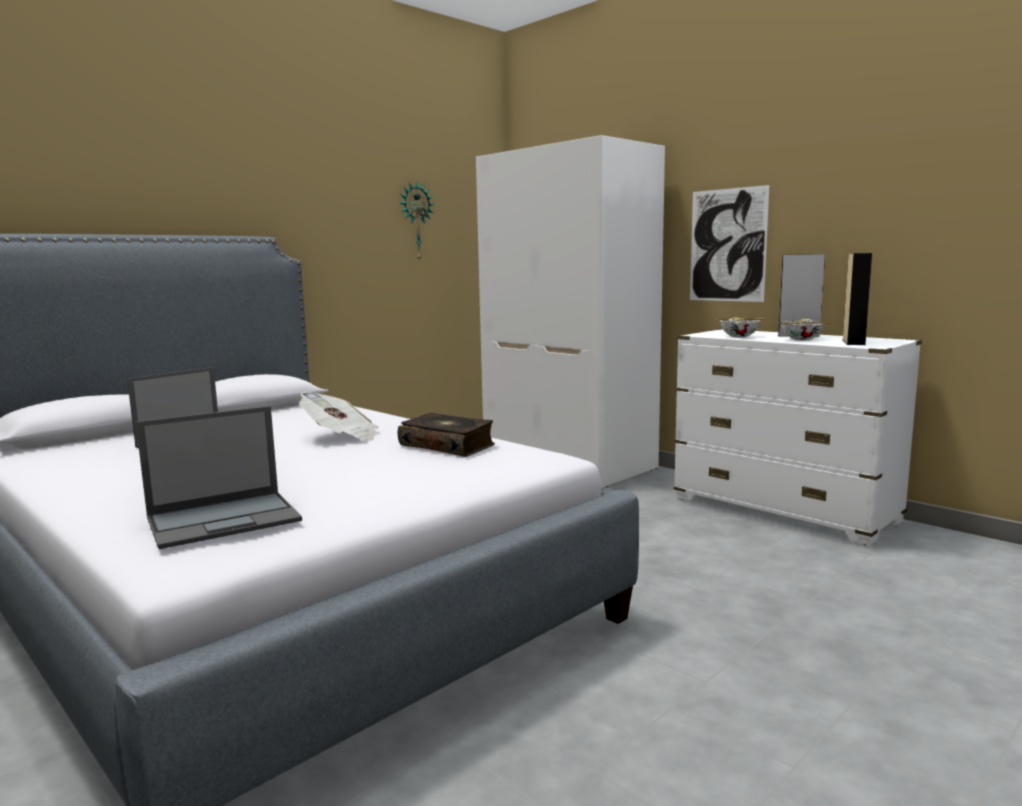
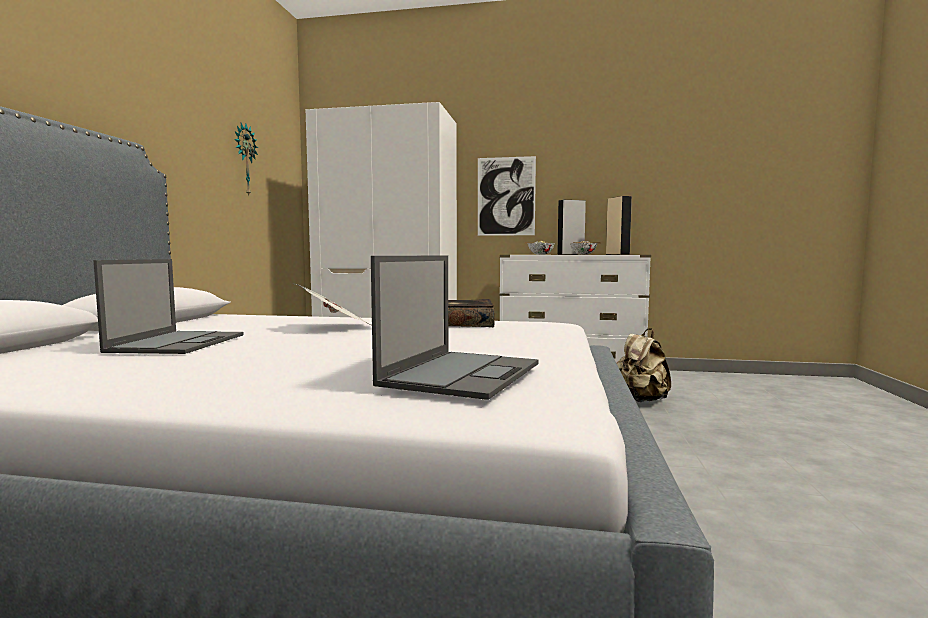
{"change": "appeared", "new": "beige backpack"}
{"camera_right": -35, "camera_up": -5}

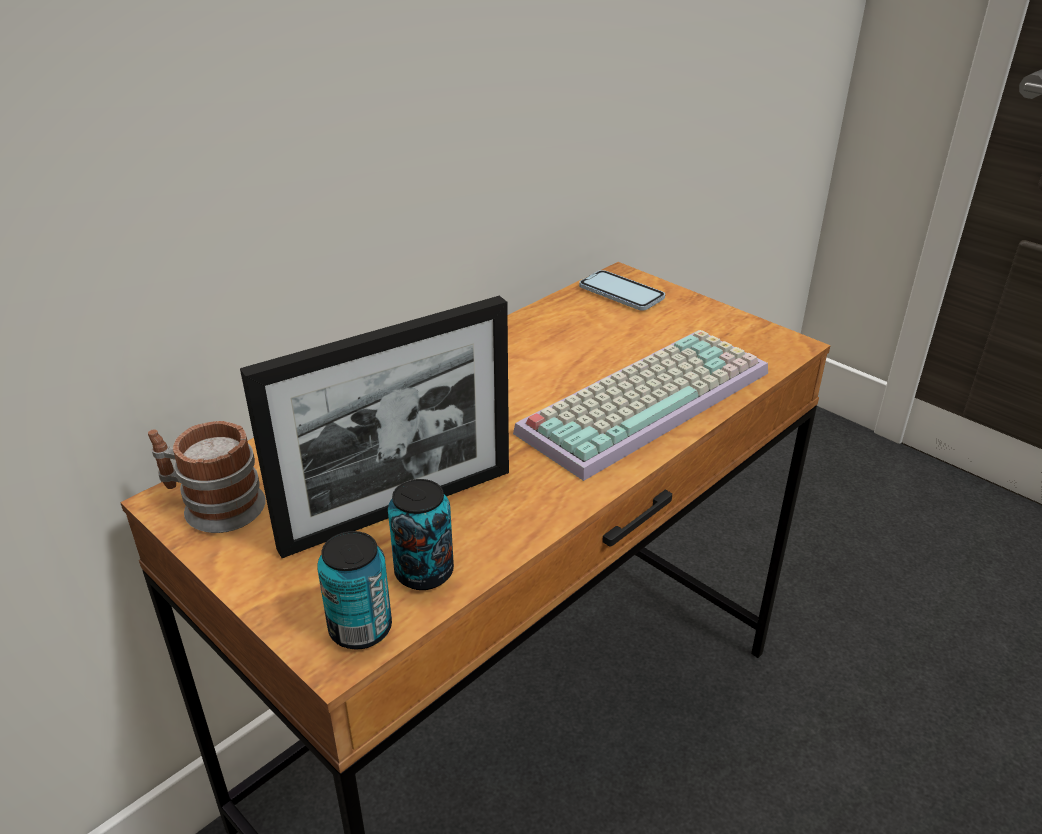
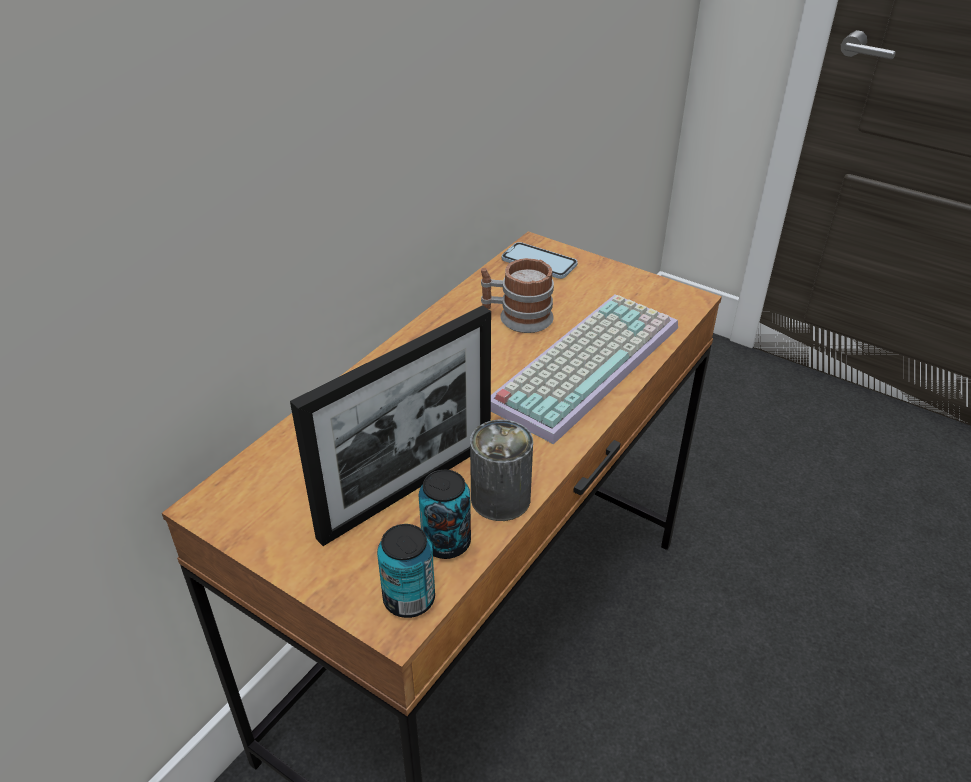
{"change": "appeared", "new": "can (no. 3 from left)"}
{"change": "relocated", "old": "mug"}
{"camera_right": -10, "camera_up": 5}

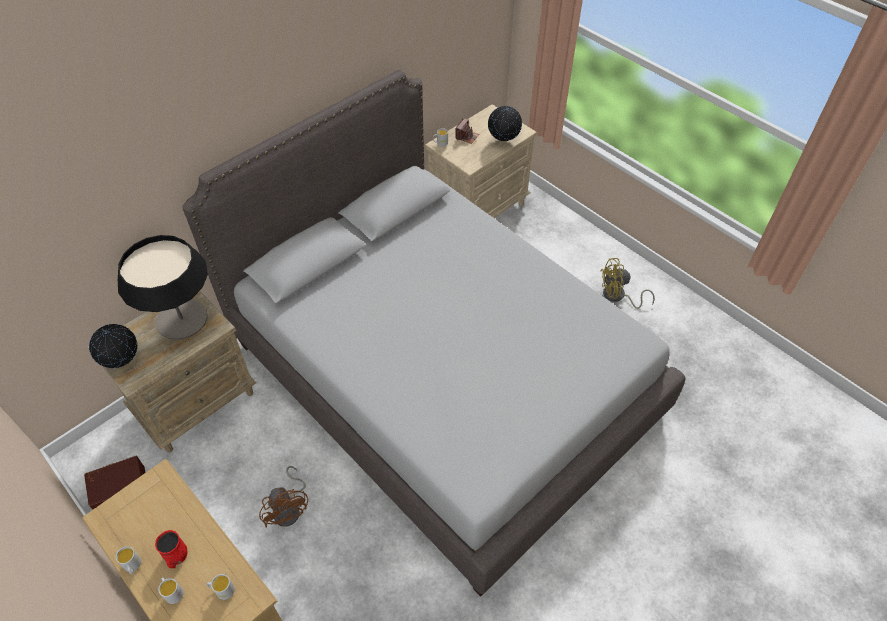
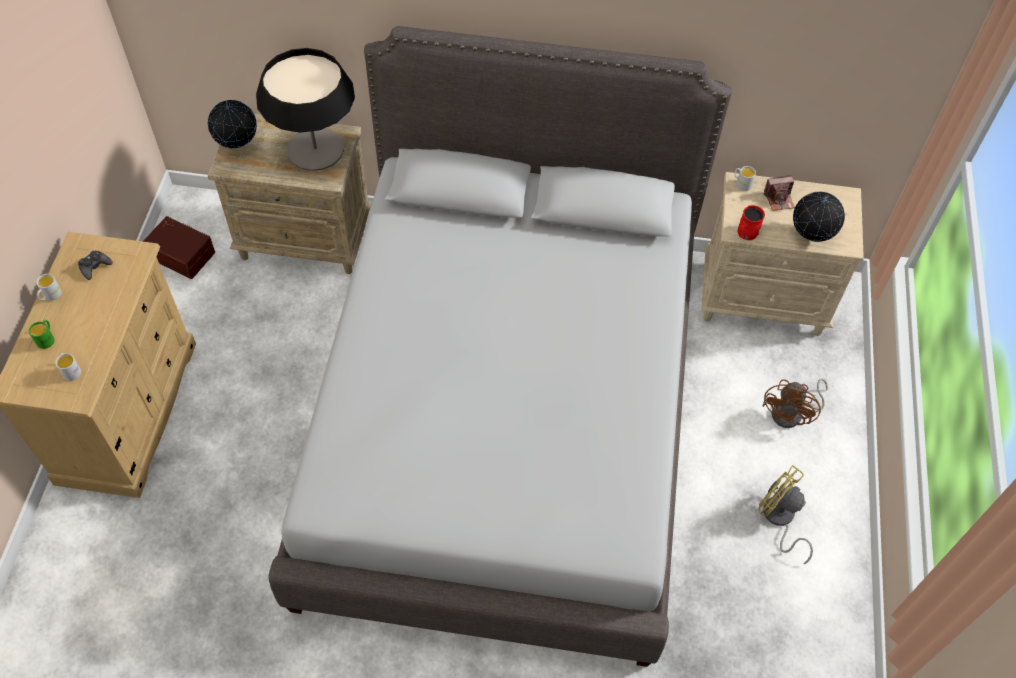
{"change": "colour", "old": "white mug (no. 2 from left)", "new": "green mug"}
{"change": "appeared", "new": "black game controller"}
{"change": "relocated", "old": "red mug"}
{"change": "relocated", "old": "brown fan"}
{"camera_right": 50, "camera_up": 5}

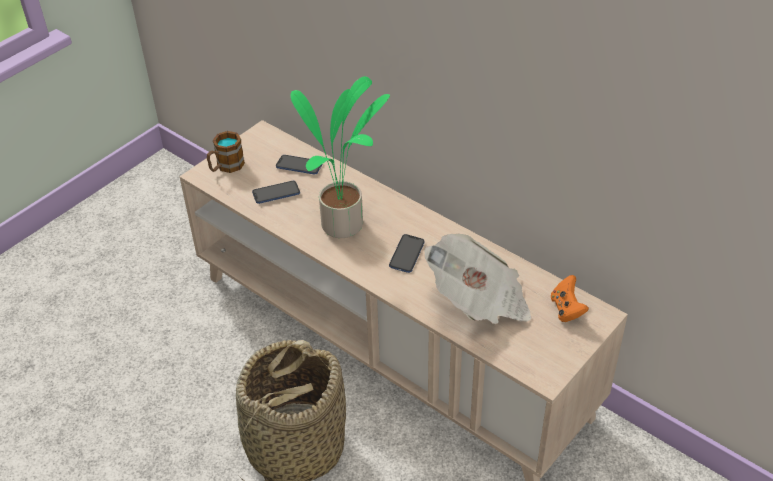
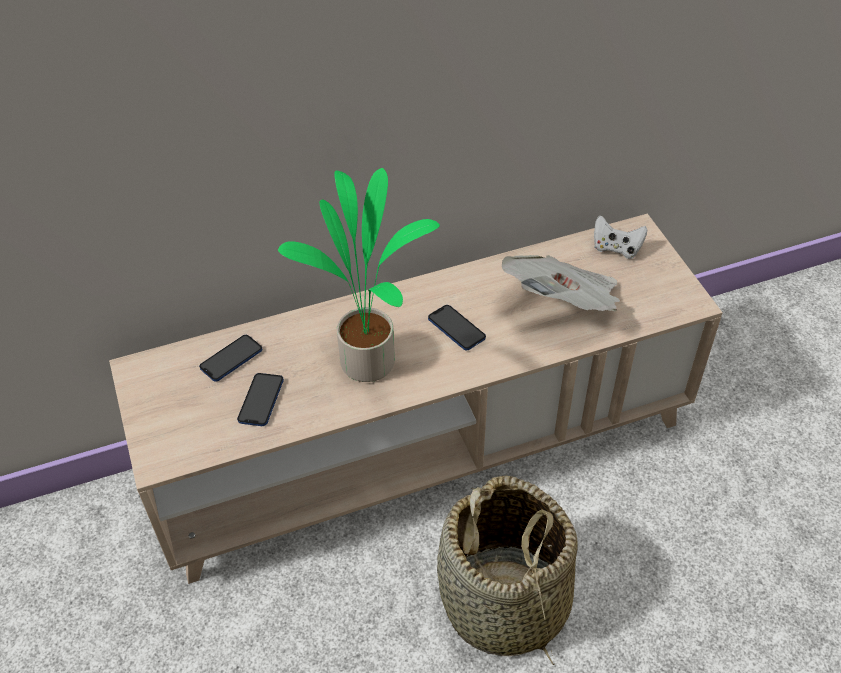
{"change": "colour", "old": "orange game controller", "new": "white game controller"}
{"change": "missing", "old": "mug"}
{"camera_right": -60, "camera_up": 5}

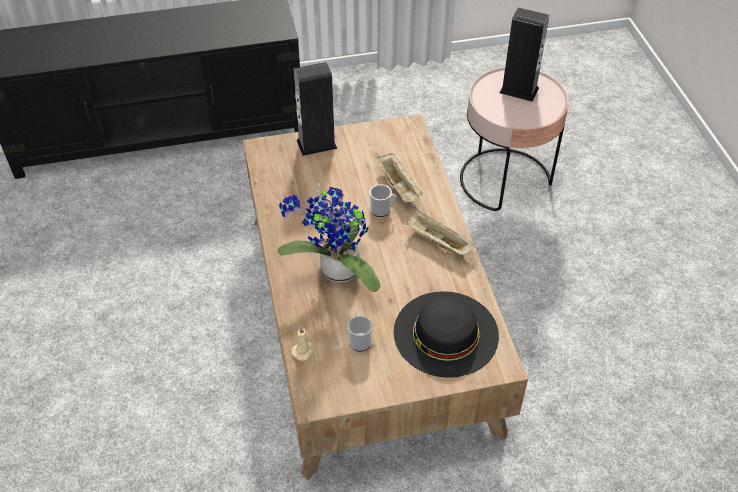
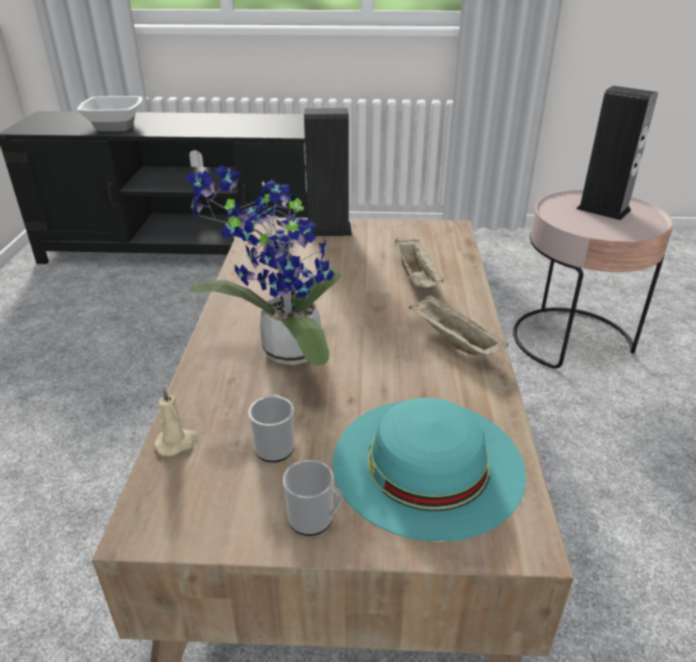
{"change": "appeared", "new": "bowl"}
{"change": "relocated", "old": "mug (no. 2 from left)"}
{"change": "colour", "old": "black hat", "new": "turquoise hat"}
{"camera_right": 15, "camera_up": -15}

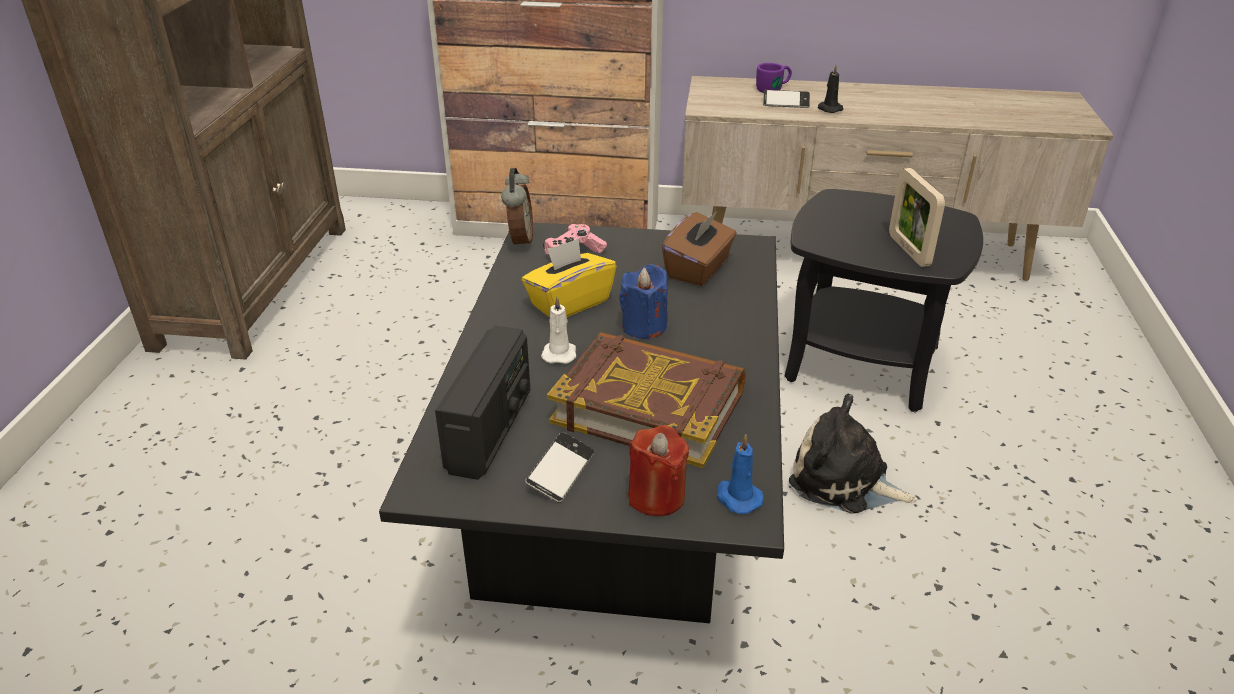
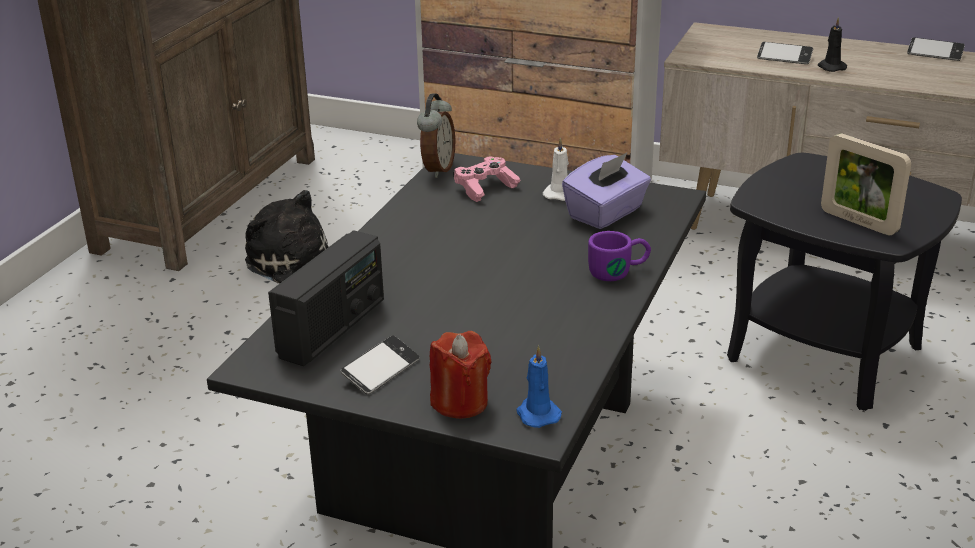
{"change": "relocated", "old": "plush toy"}
{"change": "relocated", "old": "white candle"}
{"change": "colour", "old": "brown tissue box", "new": "purple tissue box"}
{"change": "relocated", "old": "purple mug"}
{"change": "spun", "old": "picture frame", "degrees": -45}
{"change": "appeared", "new": "phone (no. 3 from left)"}
{"change": "missing", "old": "yellow tissue box"}
{"change": "missing", "old": "book"}
{"change": "missing", "old": "blue candle (no. 1 from left)"}
{"camera_right": 15, "camera_up": -5}

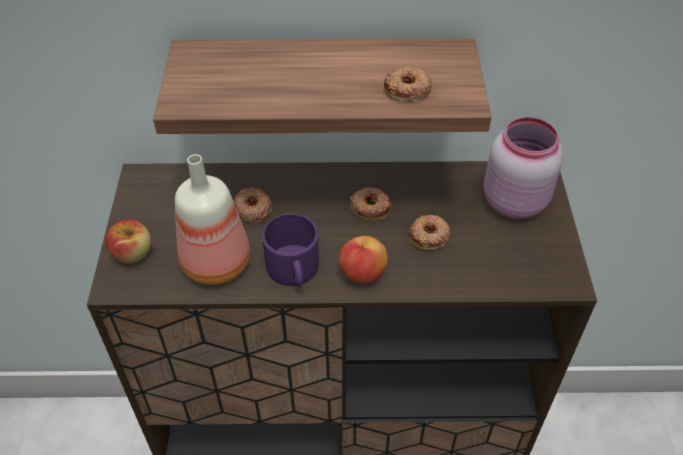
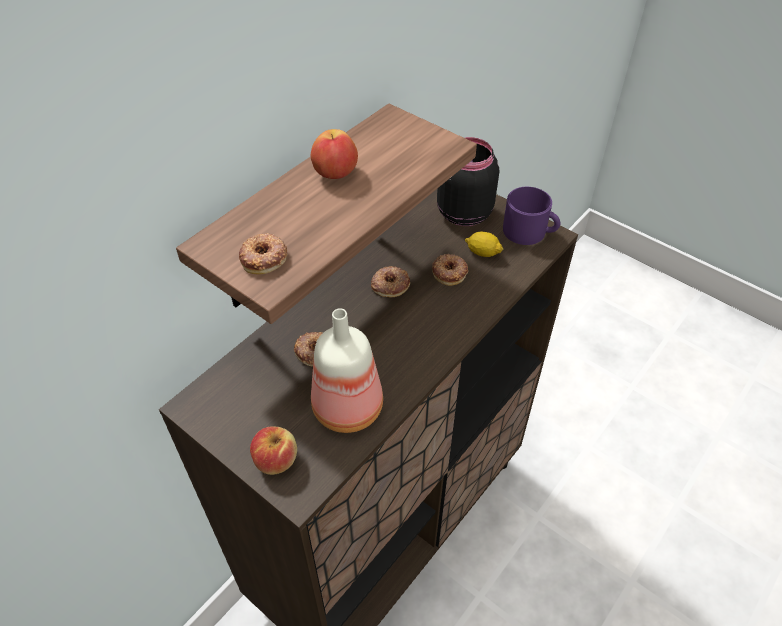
{"change": "relocated", "old": "donut (no. 3 from left in the first image)", "new": "donut (no. 1 from left)"}
{"change": "relocated", "old": "apple (no. 2 from left)"}
{"change": "colour", "old": "pink jar", "new": "black jar"}
{"change": "appeared", "new": "lemon"}
{"change": "relocated", "old": "purple mug"}
{"camera_right": -50, "camera_up": 0}

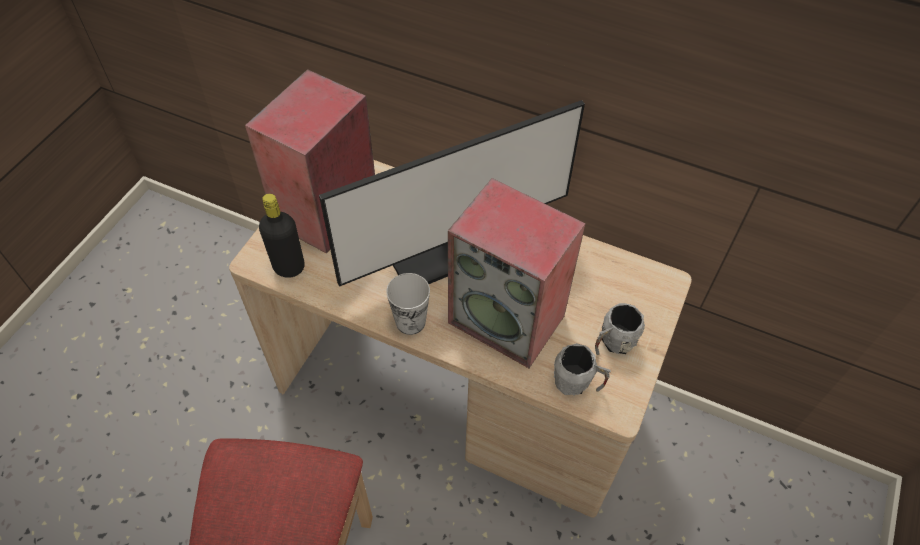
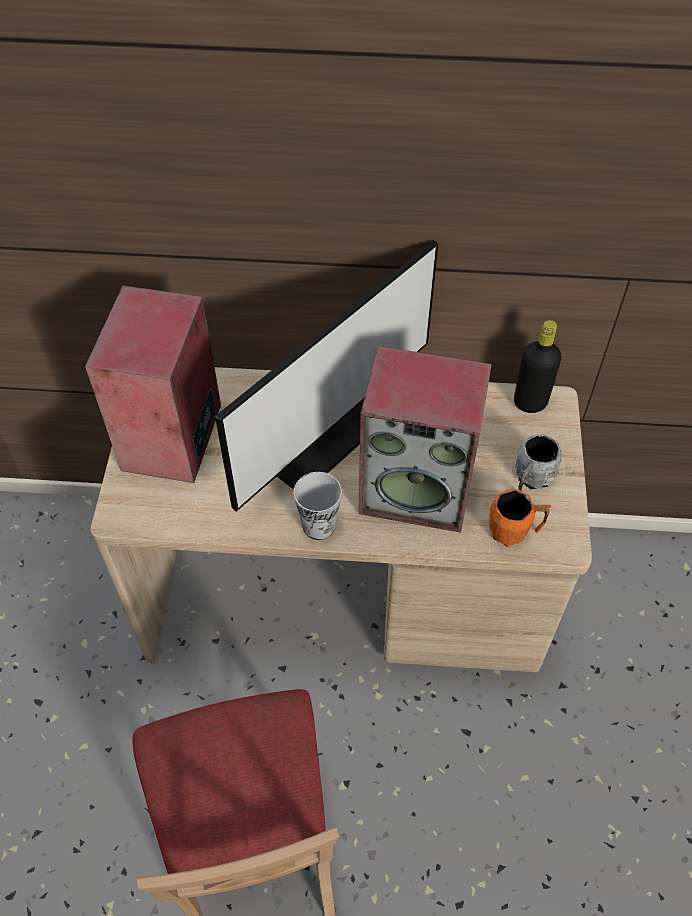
{"change": "colour", "old": "grey mug (no. 1 from left)", "new": "orange mug"}
{"change": "relocated", "old": "black bottle"}
{"camera_right": -20, "camera_up": 0}

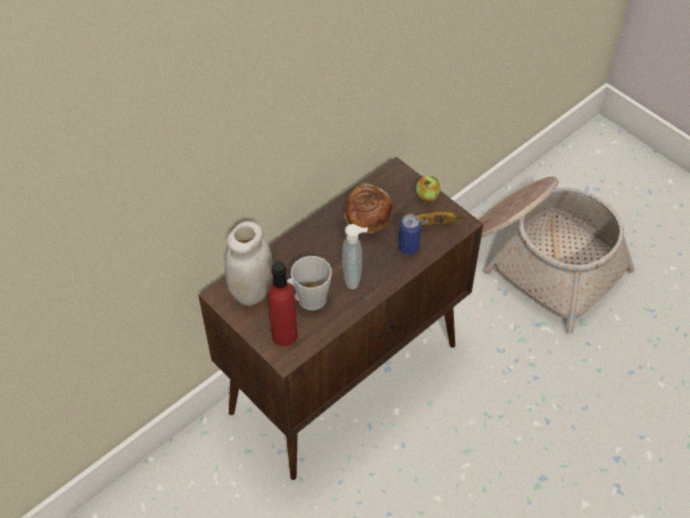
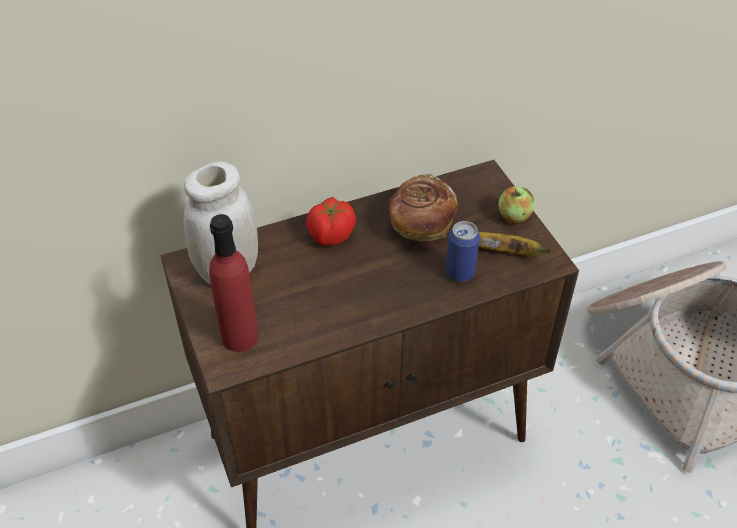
{"change": "appeared", "new": "tomato"}
{"change": "missing", "old": "grey mug"}
{"change": "missing", "old": "soap dispenser"}
{"camera_right": 20, "camera_up": -5}

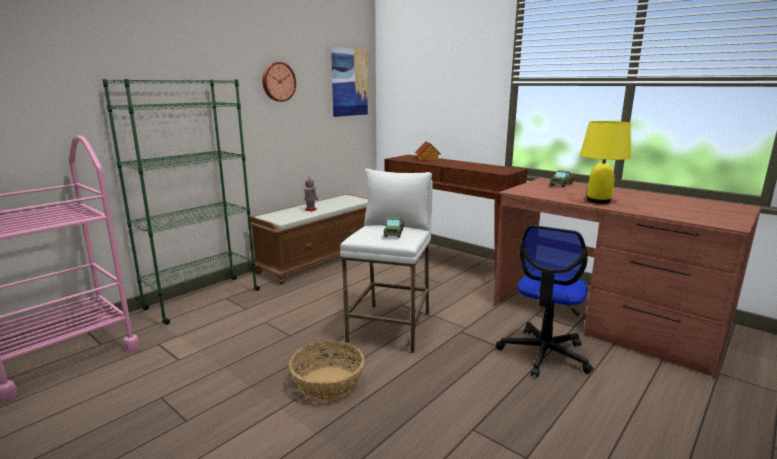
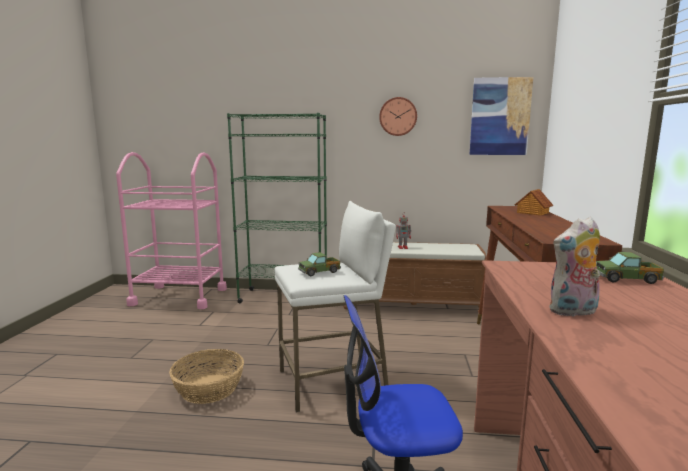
{"change": "exchanged", "old": "yellow table lamp", "new": "plush toy"}
{"camera_right": 55, "camera_up": -5}

